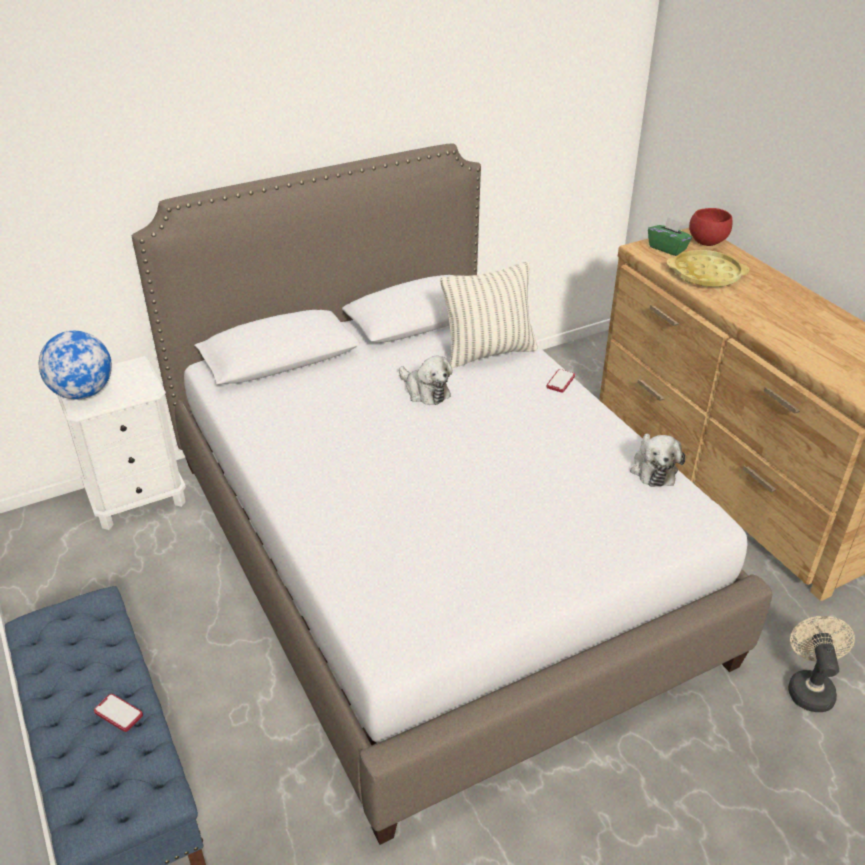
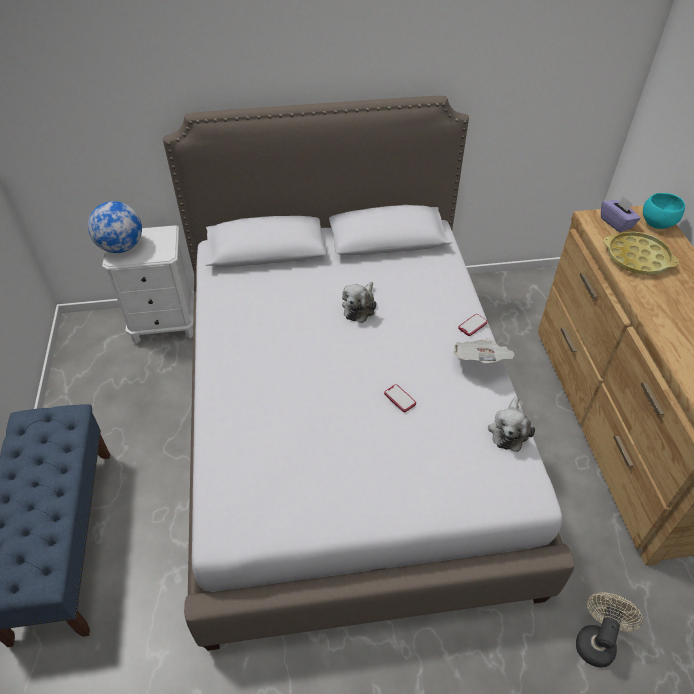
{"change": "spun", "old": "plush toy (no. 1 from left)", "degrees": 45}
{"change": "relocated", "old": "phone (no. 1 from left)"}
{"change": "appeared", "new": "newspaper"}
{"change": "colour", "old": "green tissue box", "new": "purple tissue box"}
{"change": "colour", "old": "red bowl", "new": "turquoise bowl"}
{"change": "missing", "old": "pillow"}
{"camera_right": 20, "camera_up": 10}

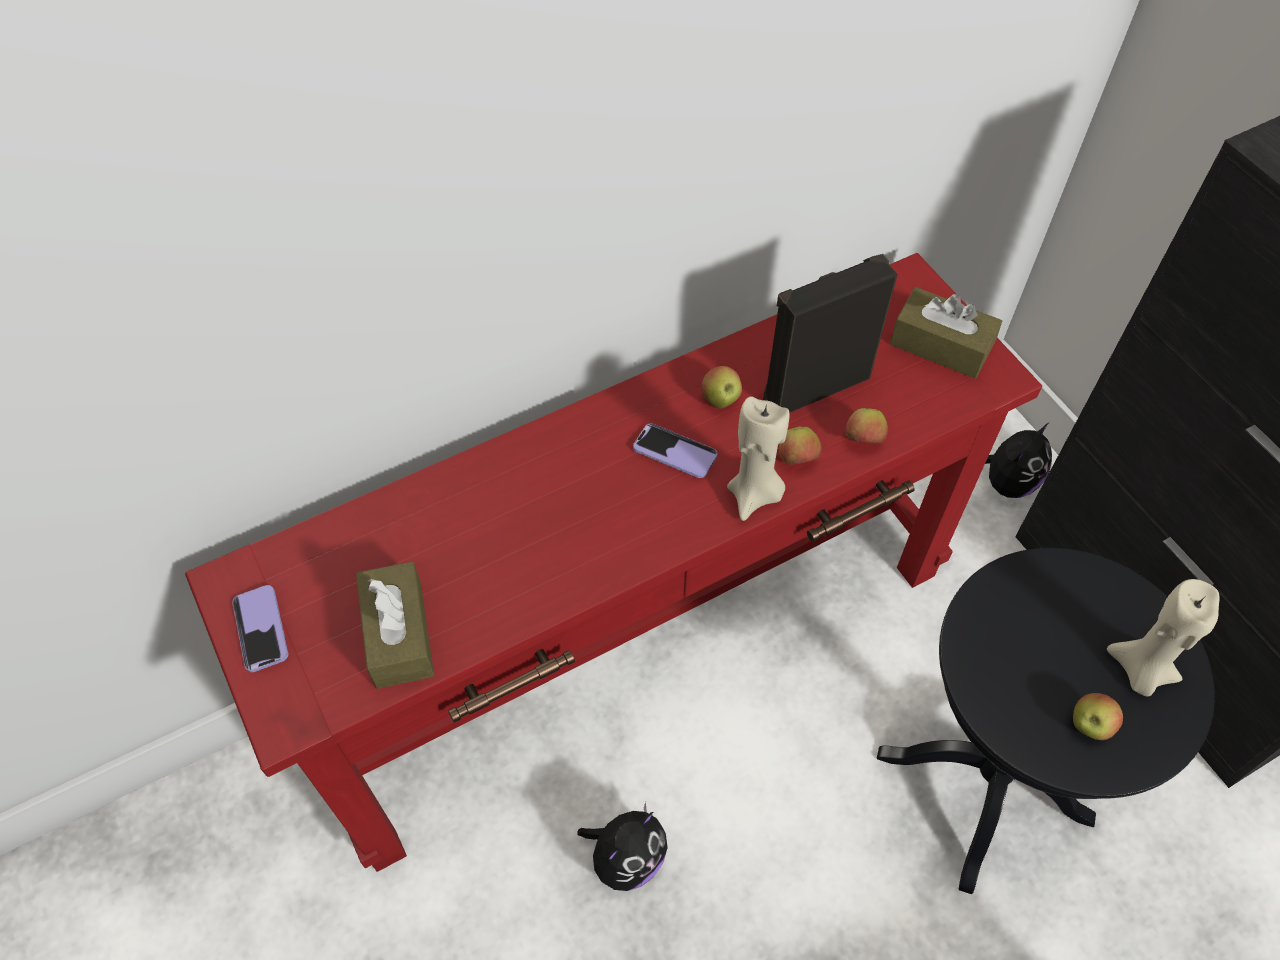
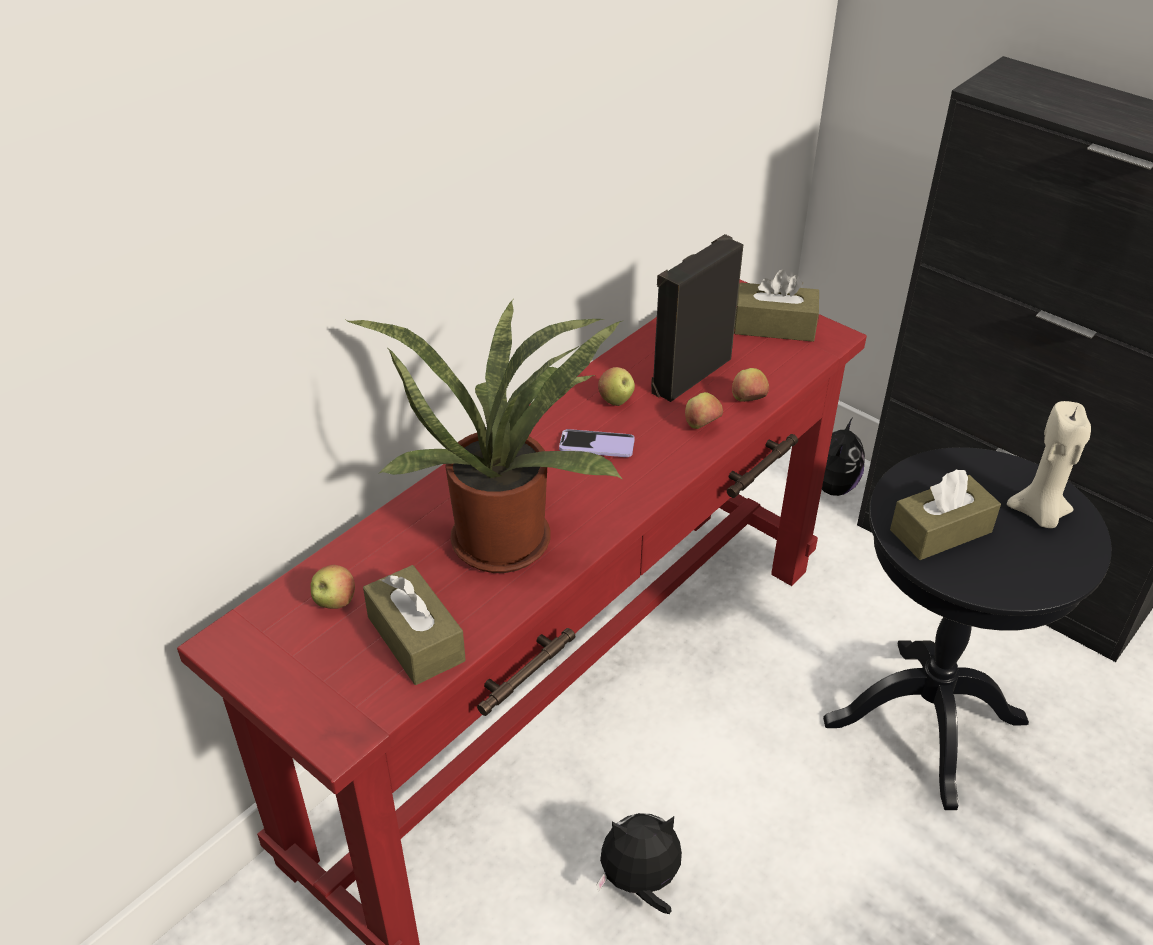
{"change": "relocated", "old": "apple (no. 4 from left in the first image)", "new": "apple (no. 1 from left)"}
{"change": "appeared", "new": "potted plant"}
{"change": "spun", "old": "plush toy (no. 1 from left)", "degrees": -120}
{"change": "appeared", "new": "brown tissue box (no. 3 from left)"}
{"change": "missing", "old": "phone (no. 1 from left)"}
{"change": "missing", "old": "beige candle (no. 1 from left)"}
{"camera_right": -20, "camera_up": -15}

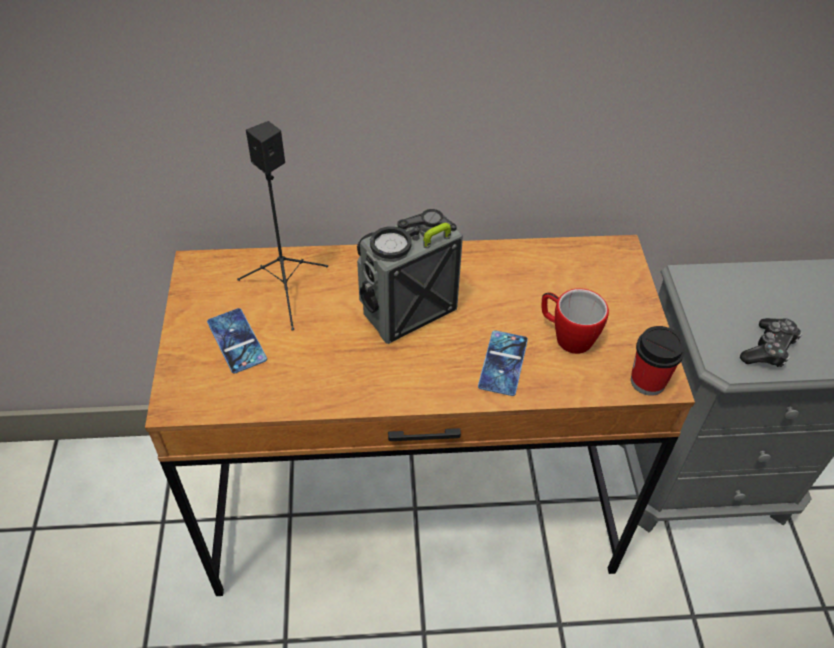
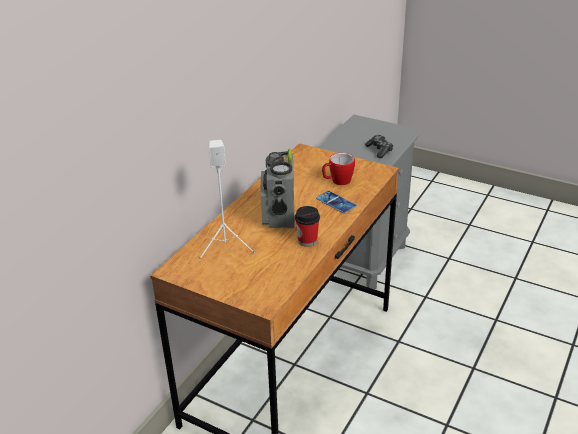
{"change": "colour", "old": "black speaker", "new": "white speaker"}
{"change": "relocated", "old": "cup"}
{"change": "missing", "old": "phone (no. 1 from left)"}
{"camera_right": -55, "camera_up": -15}

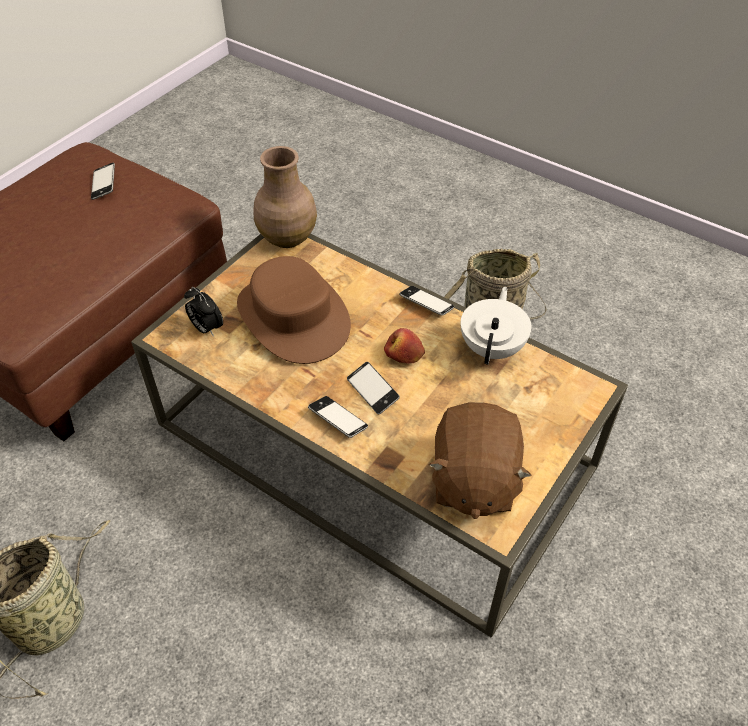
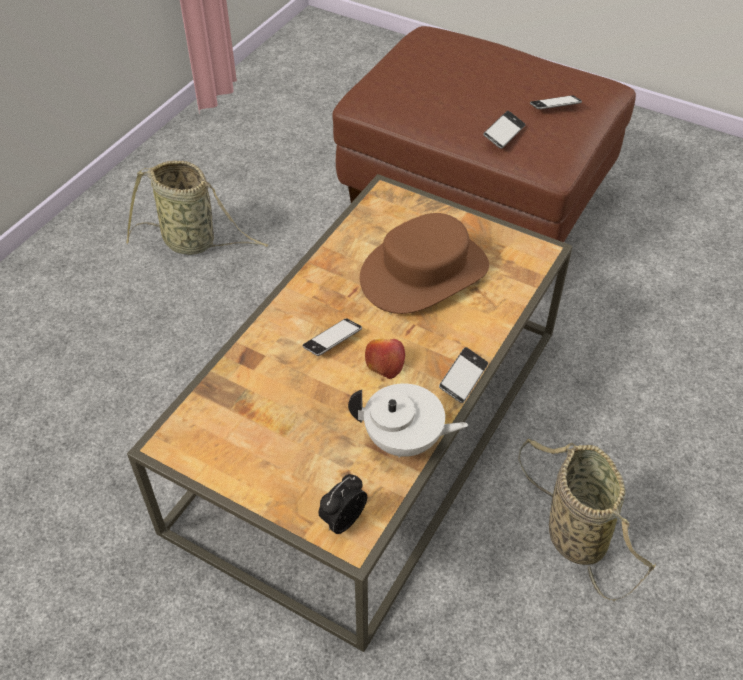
{"change": "relocated", "old": "alarm clock"}
{"change": "relocated", "old": "phone (no. 2 from left in the first image)", "new": "phone (no. 3 from left)"}
{"change": "missing", "old": "brown vase"}
{"change": "missing", "old": "brown plush toy"}
{"camera_right": 85, "camera_up": 0}

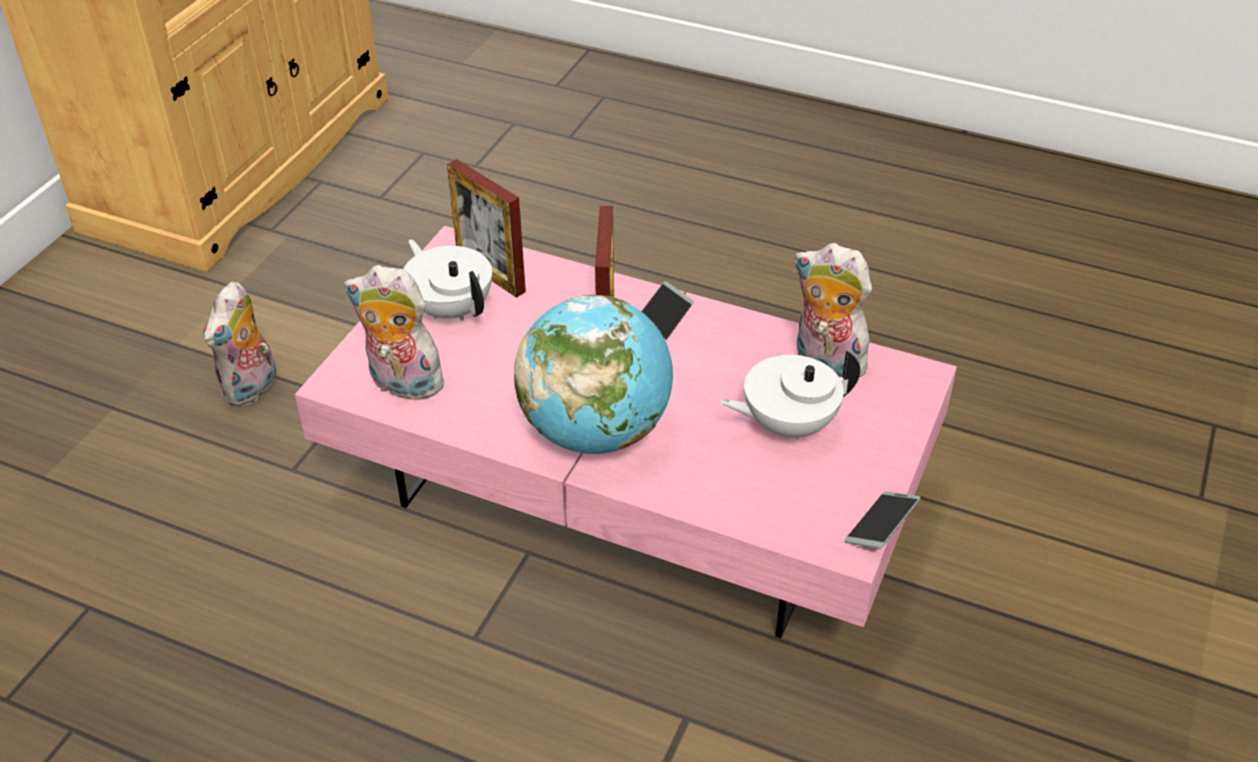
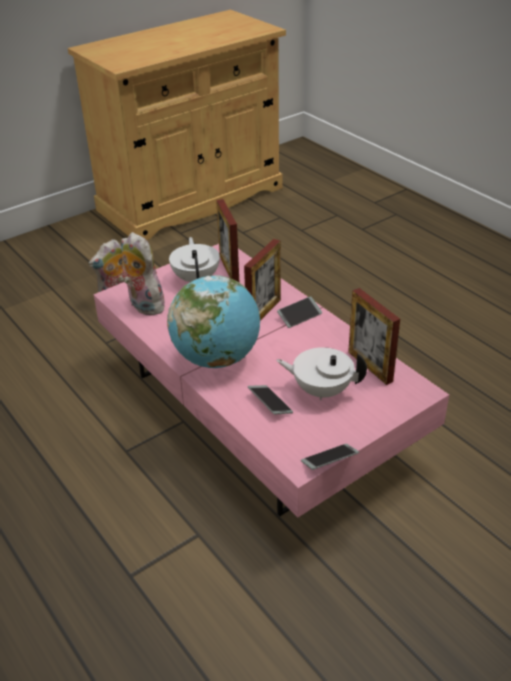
{"change": "appeared", "new": "phone (no. 1 from left)"}
{"change": "exchanged", "old": "plush toy (no. 3 from left)", "new": "picture frame (no. 3 from left)"}
{"camera_right": 30, "camera_up": -5}

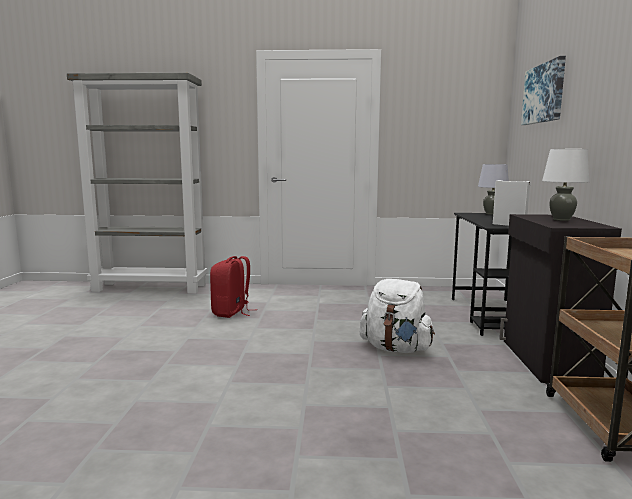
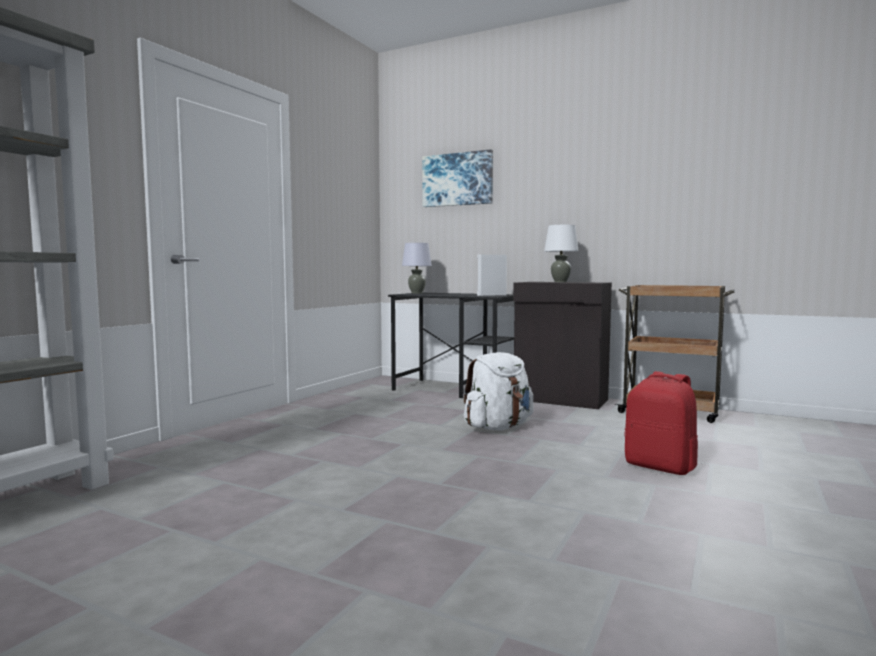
{"change": "relocated", "old": "red backpack"}
{"camera_right": -65, "camera_up": -5}

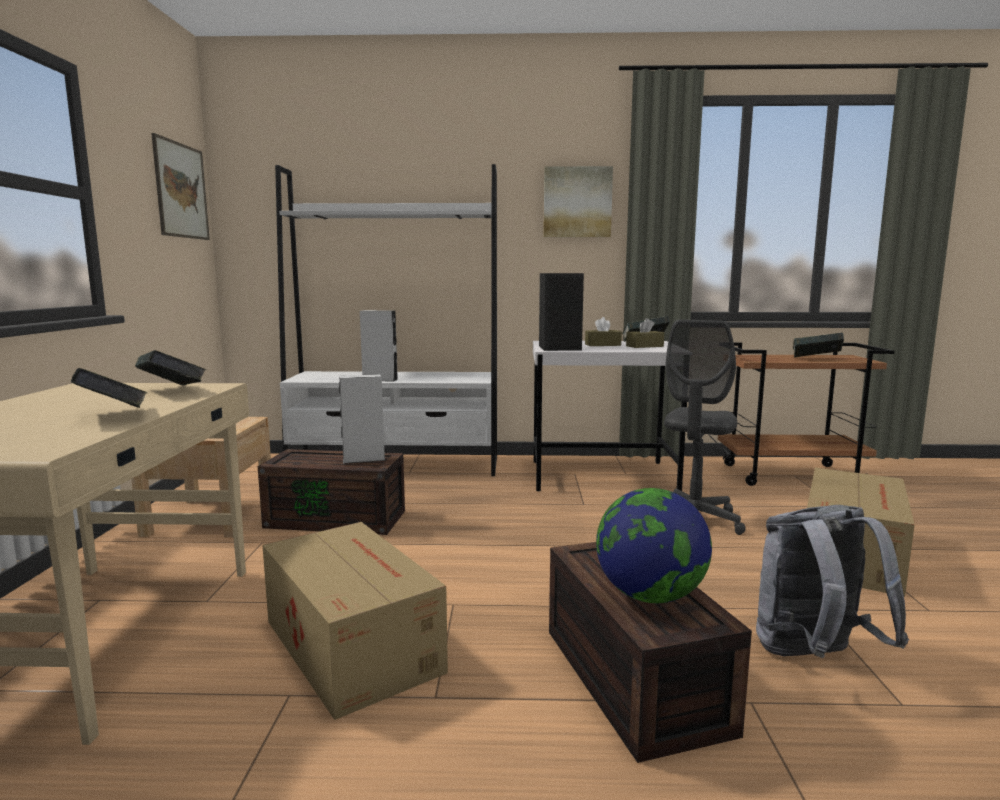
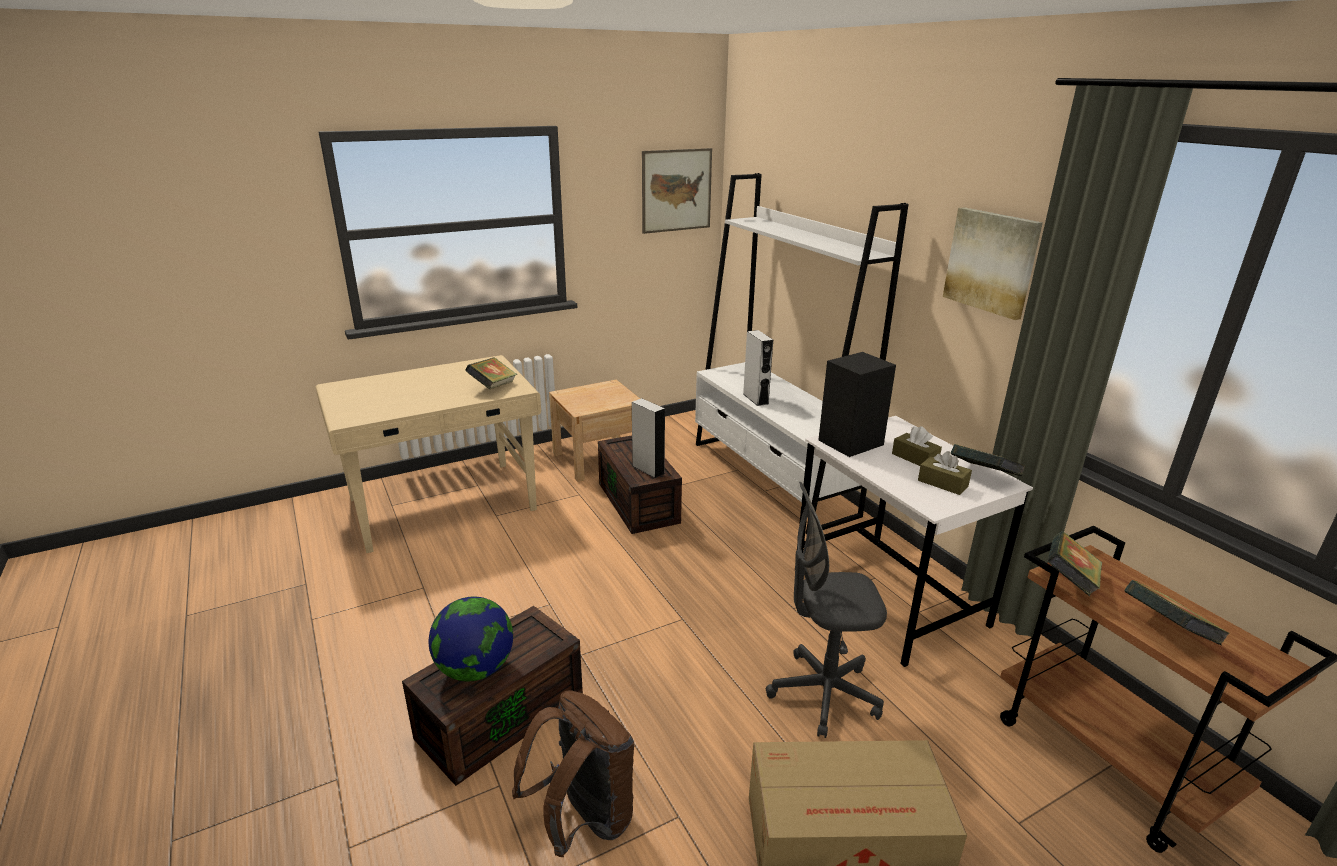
{"change": "colour", "old": "grey backpack", "new": "brown backpack"}
{"change": "relocated", "old": "book (no. 1 from left in the first image)", "new": "book (no. 3 from left)"}
{"change": "missing", "old": "cardboard box (no. 1 from left)"}
{"camera_right": 60, "camera_up": 15}

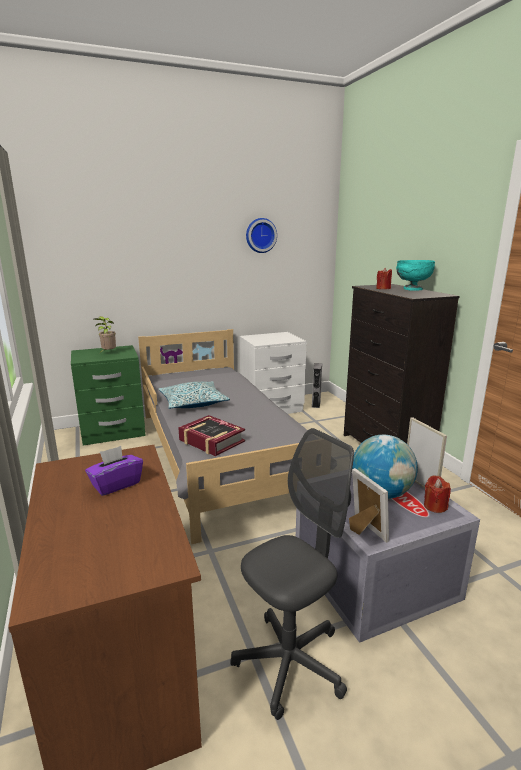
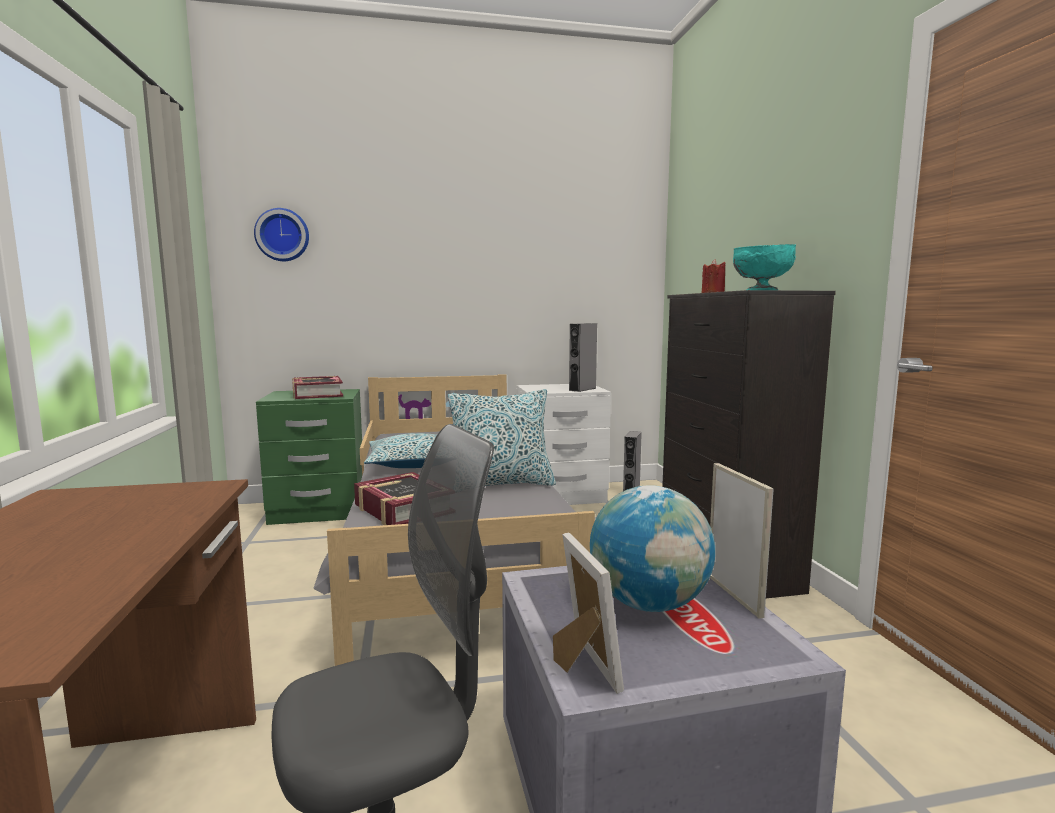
{"change": "relocated", "old": "wall clock"}
{"change": "exchanged", "old": "potted plant", "new": "book (no. 1 from left)"}
{"change": "appeared", "new": "pillow (no. 2 from left)"}
{"change": "appeared", "new": "grey speaker (no. 1 from left)"}
{"change": "missing", "old": "purple tissue box"}
{"change": "missing", "old": "red candle (no. 2 from left)"}
{"camera_right": 10, "camera_up": -10}

